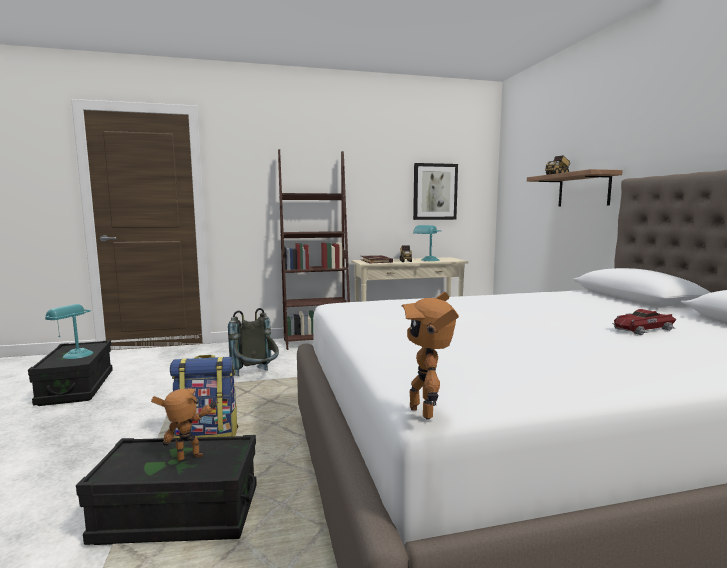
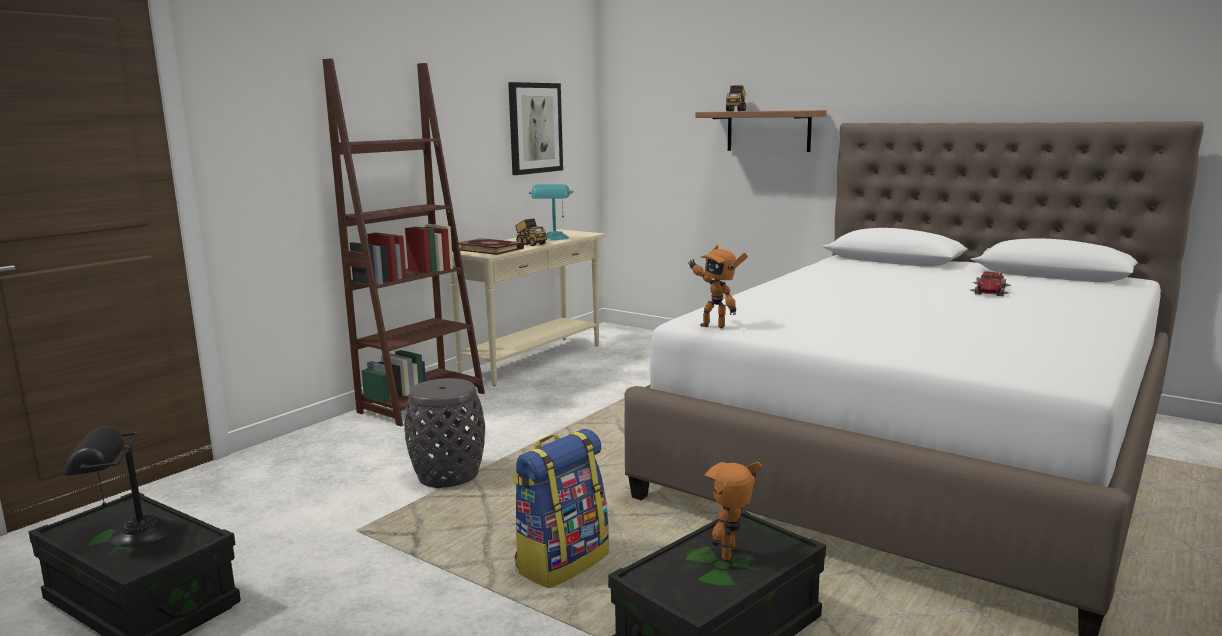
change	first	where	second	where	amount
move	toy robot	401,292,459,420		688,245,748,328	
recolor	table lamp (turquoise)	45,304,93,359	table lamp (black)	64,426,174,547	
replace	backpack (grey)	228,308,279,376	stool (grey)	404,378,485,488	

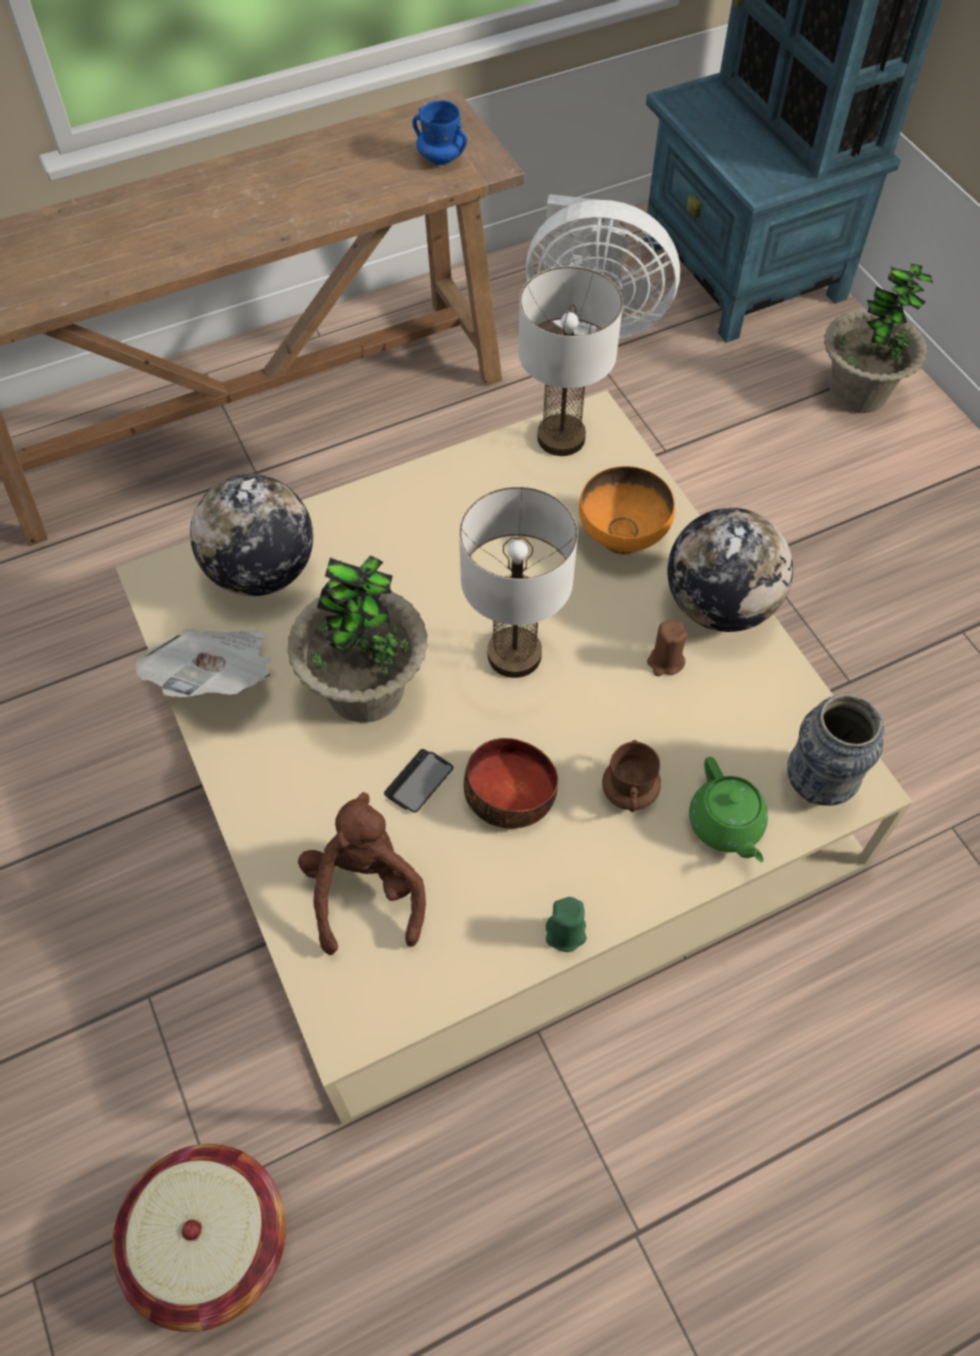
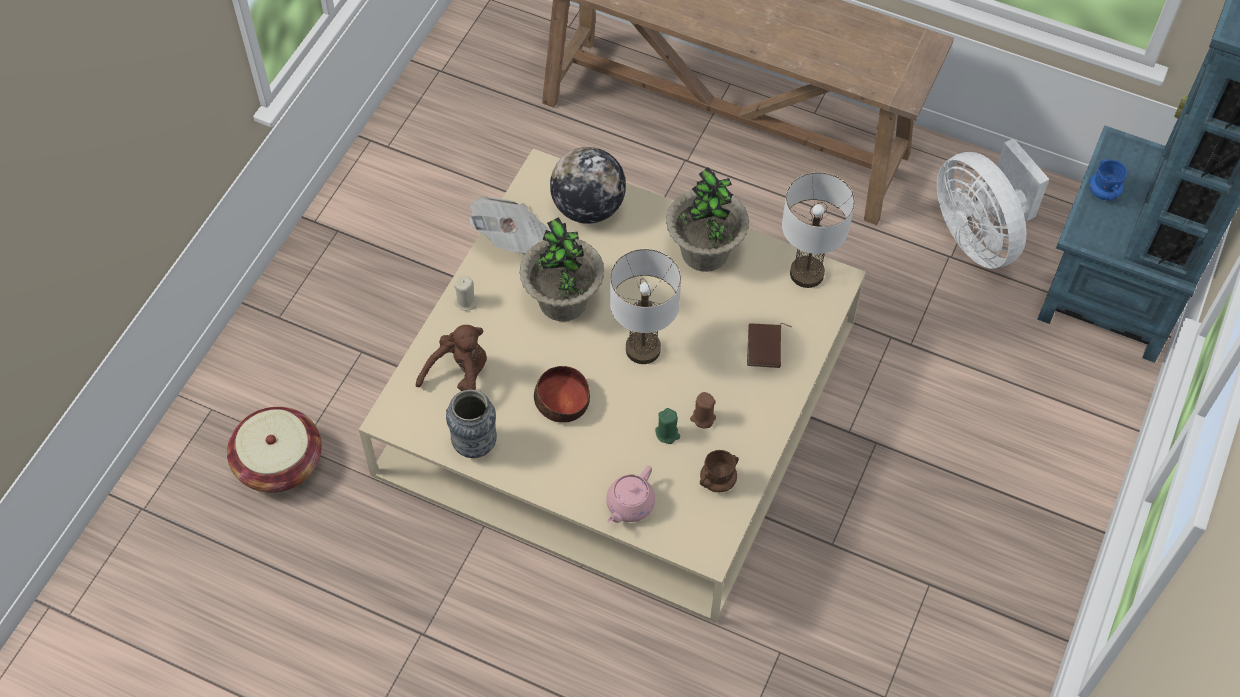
change	first	where	second	where	amount
move	mug (blue)	412,100,467,165		1089,159,1127,201	
move	potted plant	824,264,933,413		666,167,749,272	
replace	bowl (orange)	579,466,675,555	book (brown)	747,323,792,368	
delete	globe	667,508,793,632			
move	vase	787,694,884,806		446,390,497,458	
move	mug (brown)	602,740,661,812		700,450,739,492	
delete	phone	384,749,454,813			
recolor	teapot (green)	689,757,768,862	teapot (pink)	606,466,655,523	
move	candle (green)	546,897,587,952		655,408,680,444	
insert			candle (beige)	454,276,479,311	

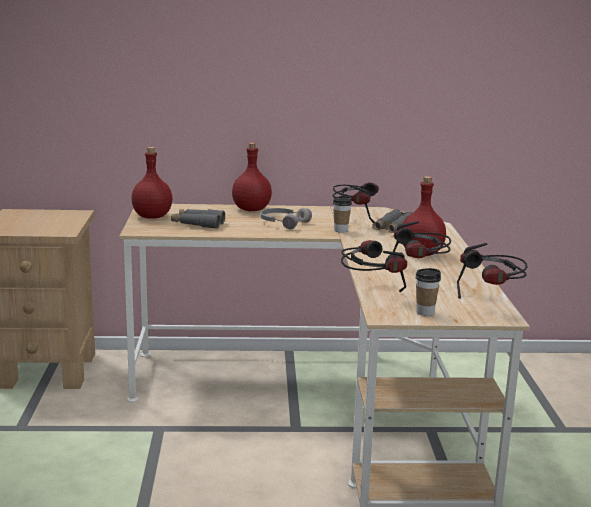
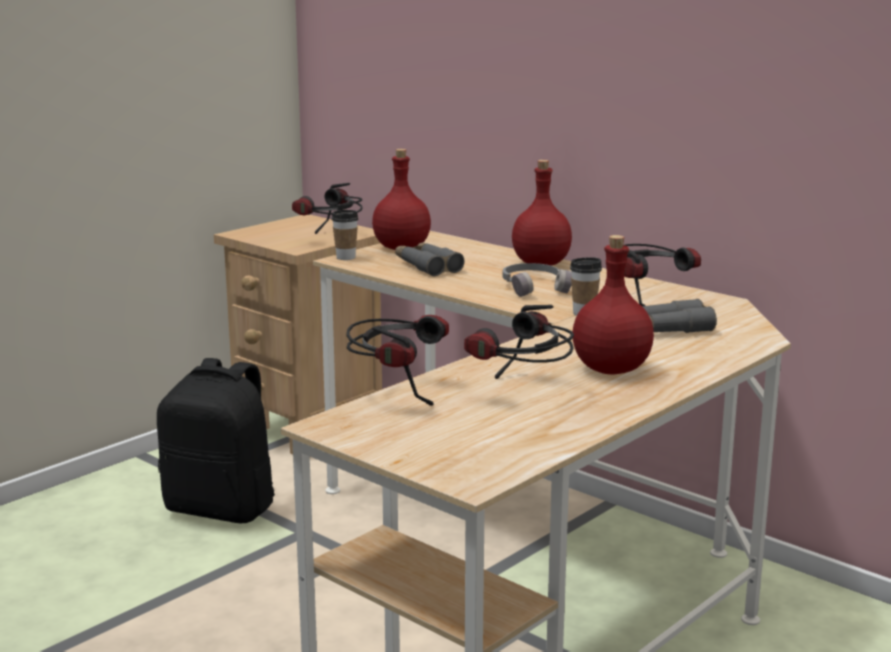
change	first	where	second	where	amount
move	headphones	457,243,528,299		292,183,363,234	
move	cup	415,268,441,316		331,210,358,260	
insert			backpack (black)	157,358,275,523	

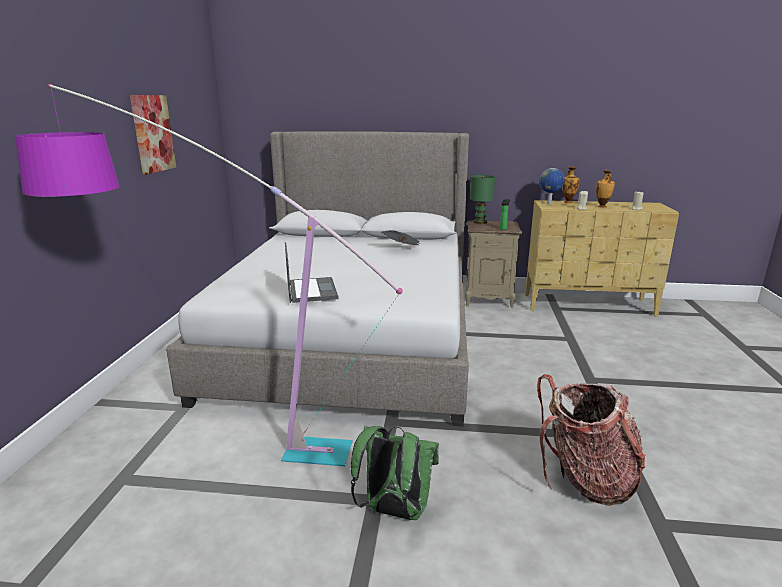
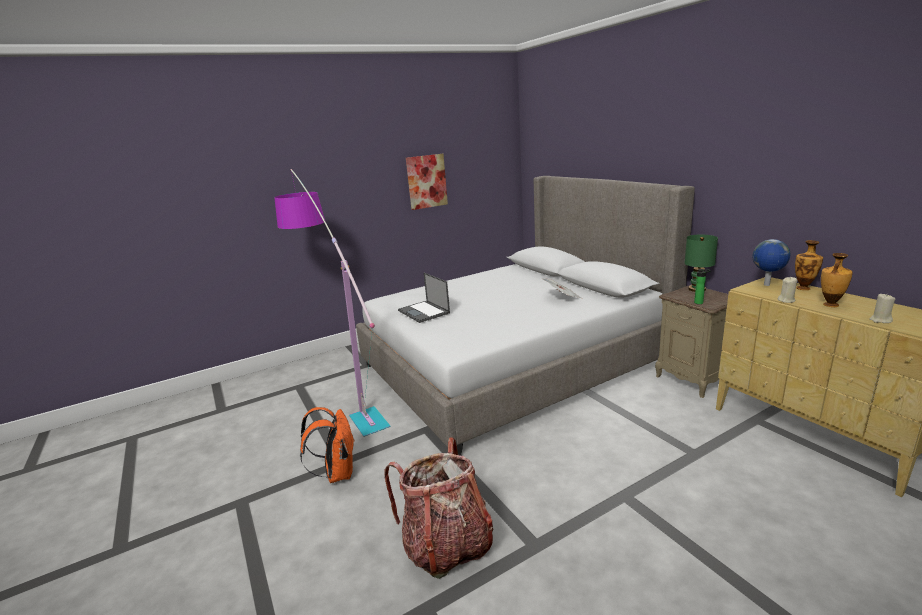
change	first	where	second	where	amount
rotate	laptop	285,242,339,303		398,273,450,323	105 degrees clockwise
recolor	backpack (green)	351,426,439,520	backpack (orange)	300,407,355,483	

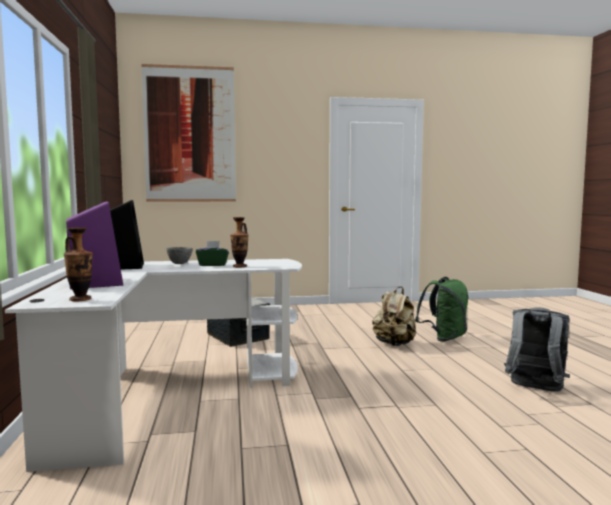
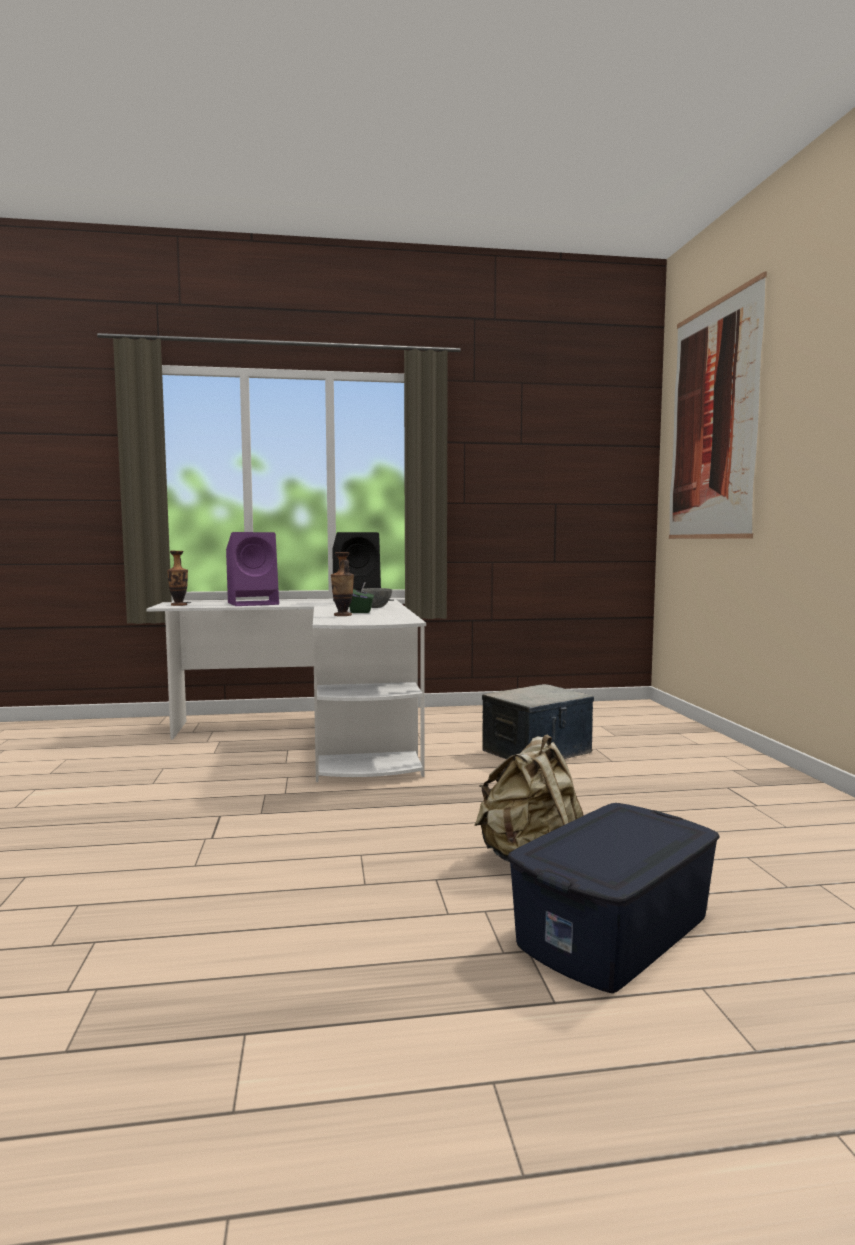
change	first	where	second	where	amount
replace	backpack (green)	415,277,469,342	storage box (blue)	508,803,720,993	
delete	backpack (grey)	504,307,570,392			

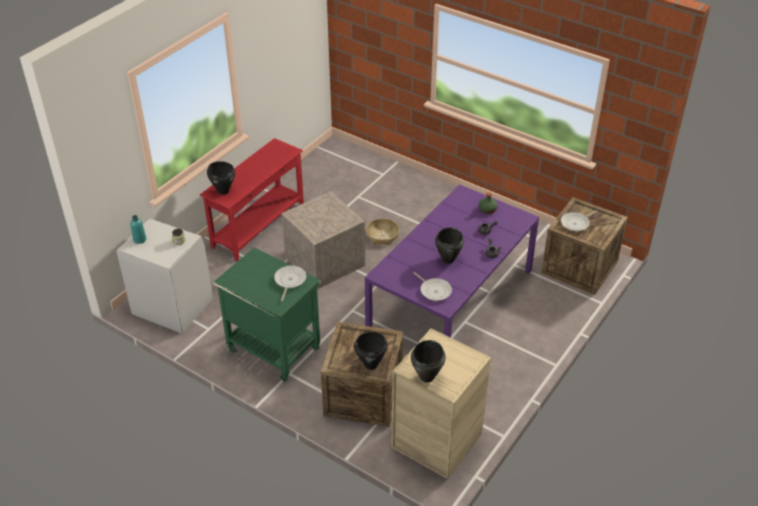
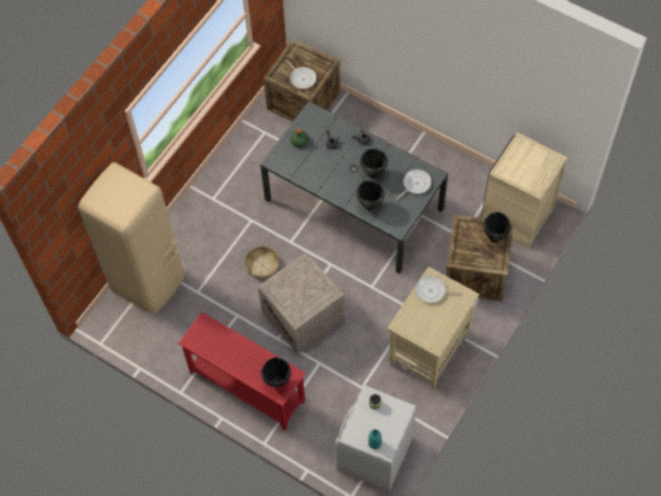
change	first	where	second	where	amount
recolor	dining table (purple)	365,184,539,338	dining table (grey)	260,101,448,274	
recolor	cart (green)	213,247,321,383	cart (beige)	387,266,479,389	
move	cooking pot (black)	411,340,445,383		356,181,385,210	
insert			fridge (beige)	78,162,184,314	

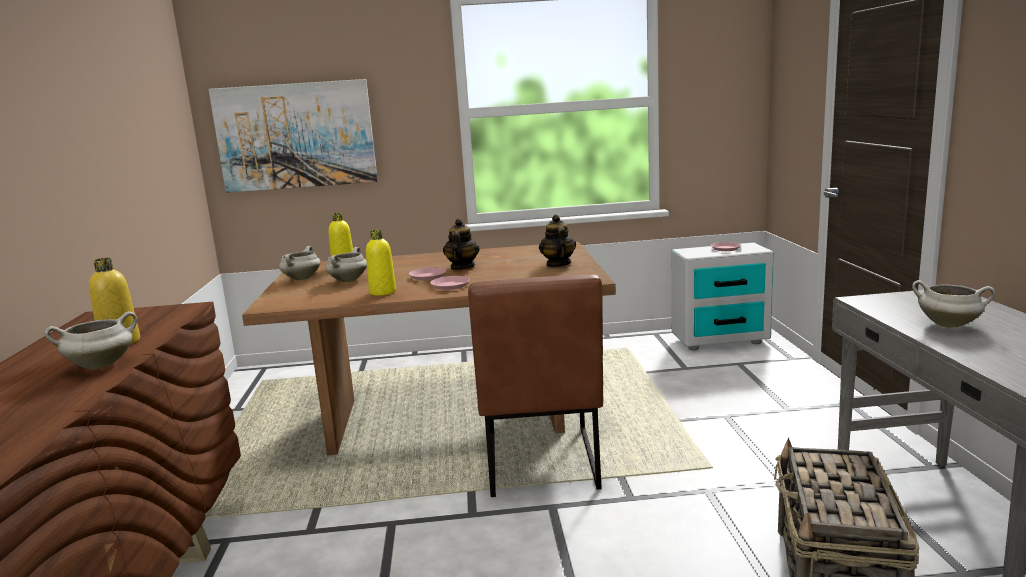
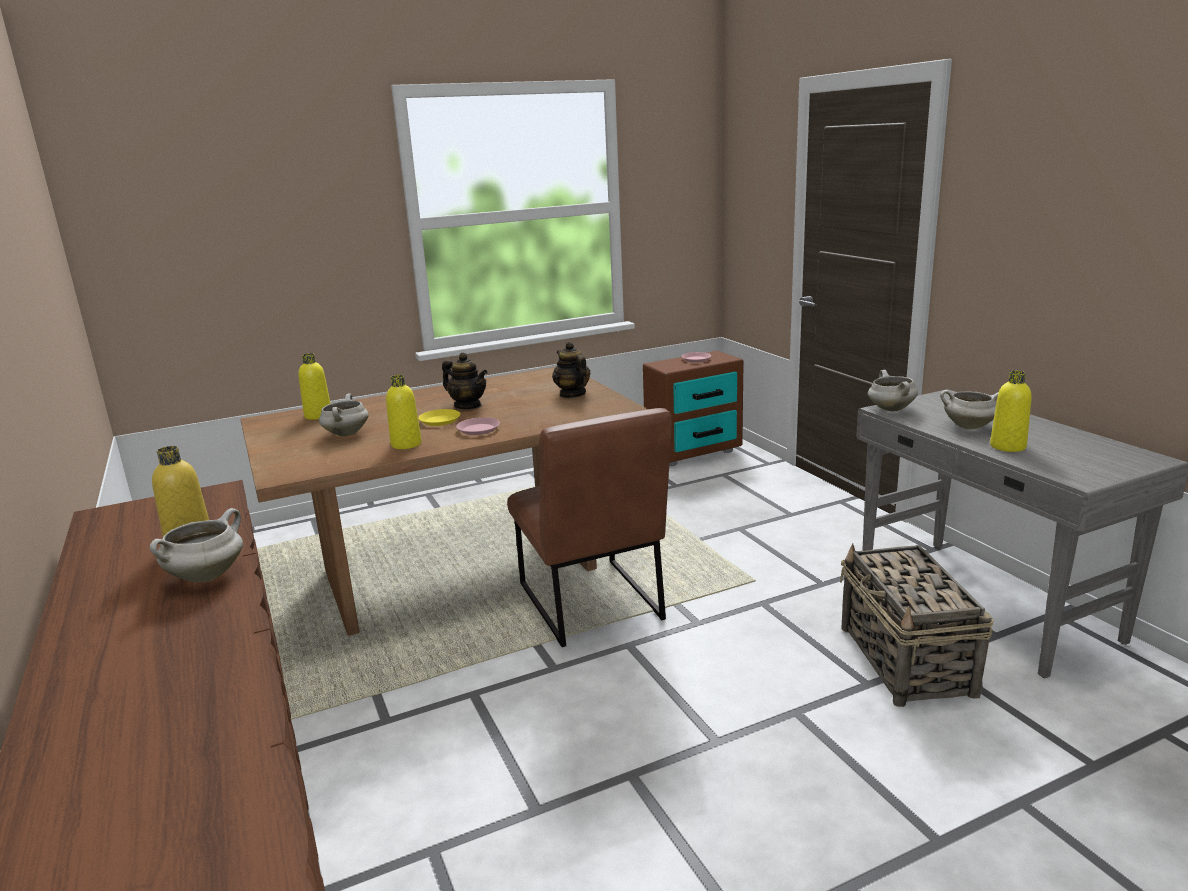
change	first	where	second	where	amount
delete	picture	208,79,378,193			
rotate	teapot	443,218,480,270		442,353,488,409	135 degrees clockwise
recolor	nightstand (white)	672,243,774,350	nightstand (brown)	643,351,744,466	
move	cooking pot (white)	279,246,321,280		868,370,918,412	
recolor	plate (pink)	409,267,446,281	plate (yellow)	418,409,461,426	
insert			bottle (yellow)	990,371,1032,452	

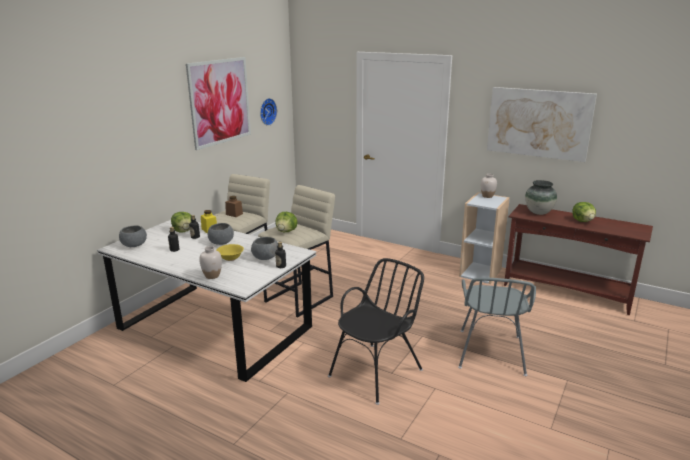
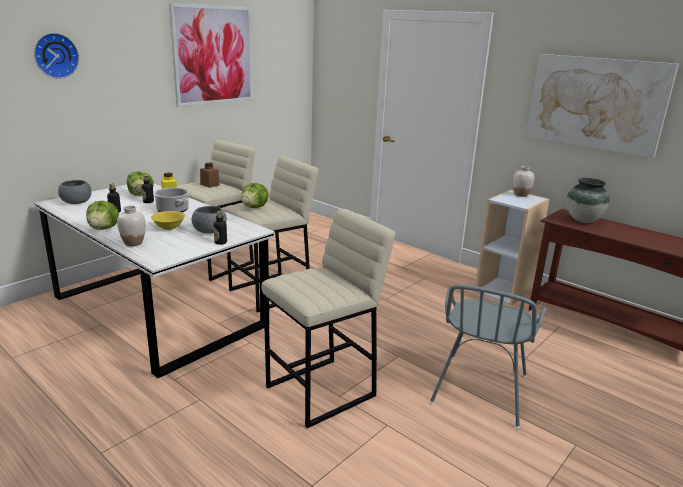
change	first	where	second	where	amount
move	wall clock	260,98,277,126		34,33,79,79	
move	lettuce	572,202,596,222		86,201,119,230	
replace	bowl (grey)	208,223,234,245	cooking pot	154,188,189,212	
replace	chair (black)	328,258,424,405	stool (beige)	262,208,395,428	

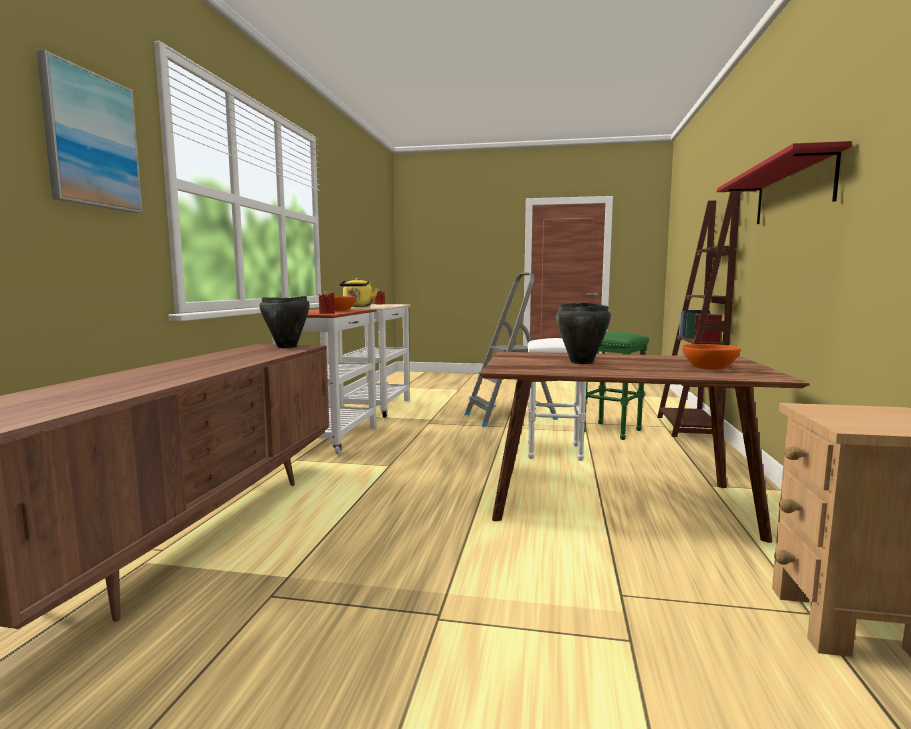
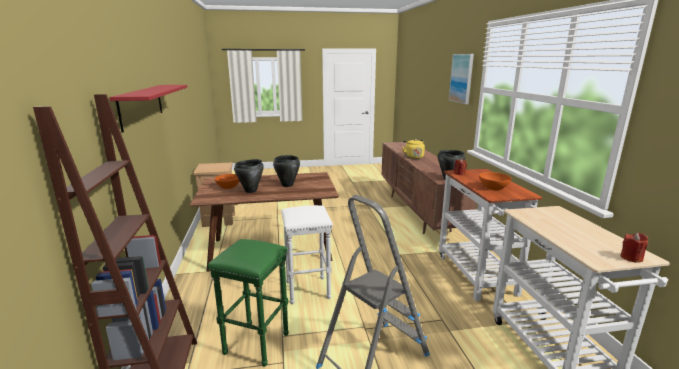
change	first	where	second	where	amount
move	kettle (yellow)	339,278,378,307		402,139,425,159	
insert			cooking pot (black)	234,159,264,193	

